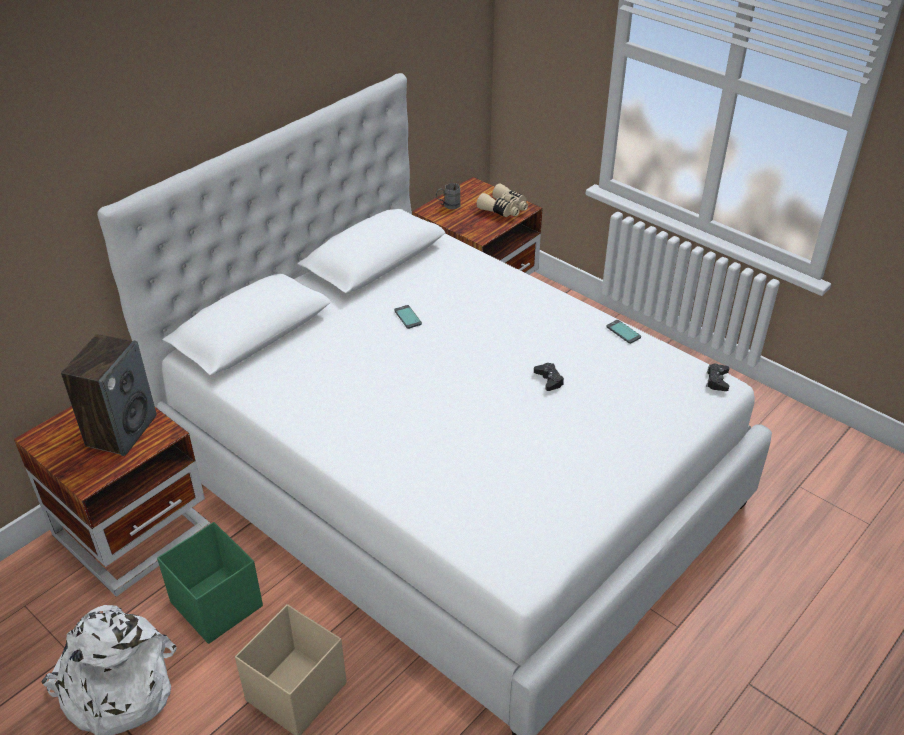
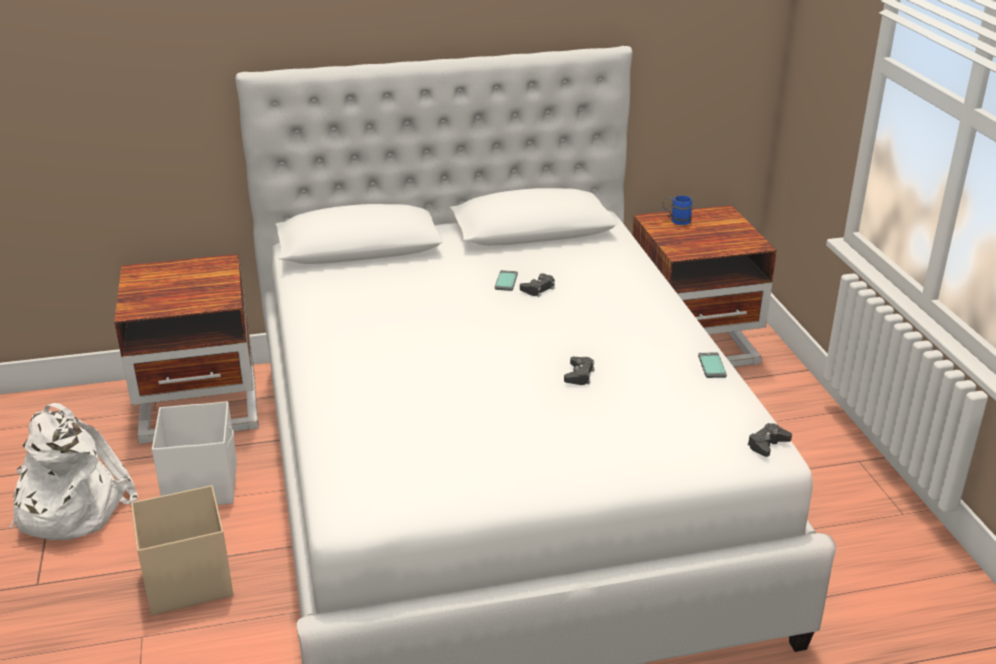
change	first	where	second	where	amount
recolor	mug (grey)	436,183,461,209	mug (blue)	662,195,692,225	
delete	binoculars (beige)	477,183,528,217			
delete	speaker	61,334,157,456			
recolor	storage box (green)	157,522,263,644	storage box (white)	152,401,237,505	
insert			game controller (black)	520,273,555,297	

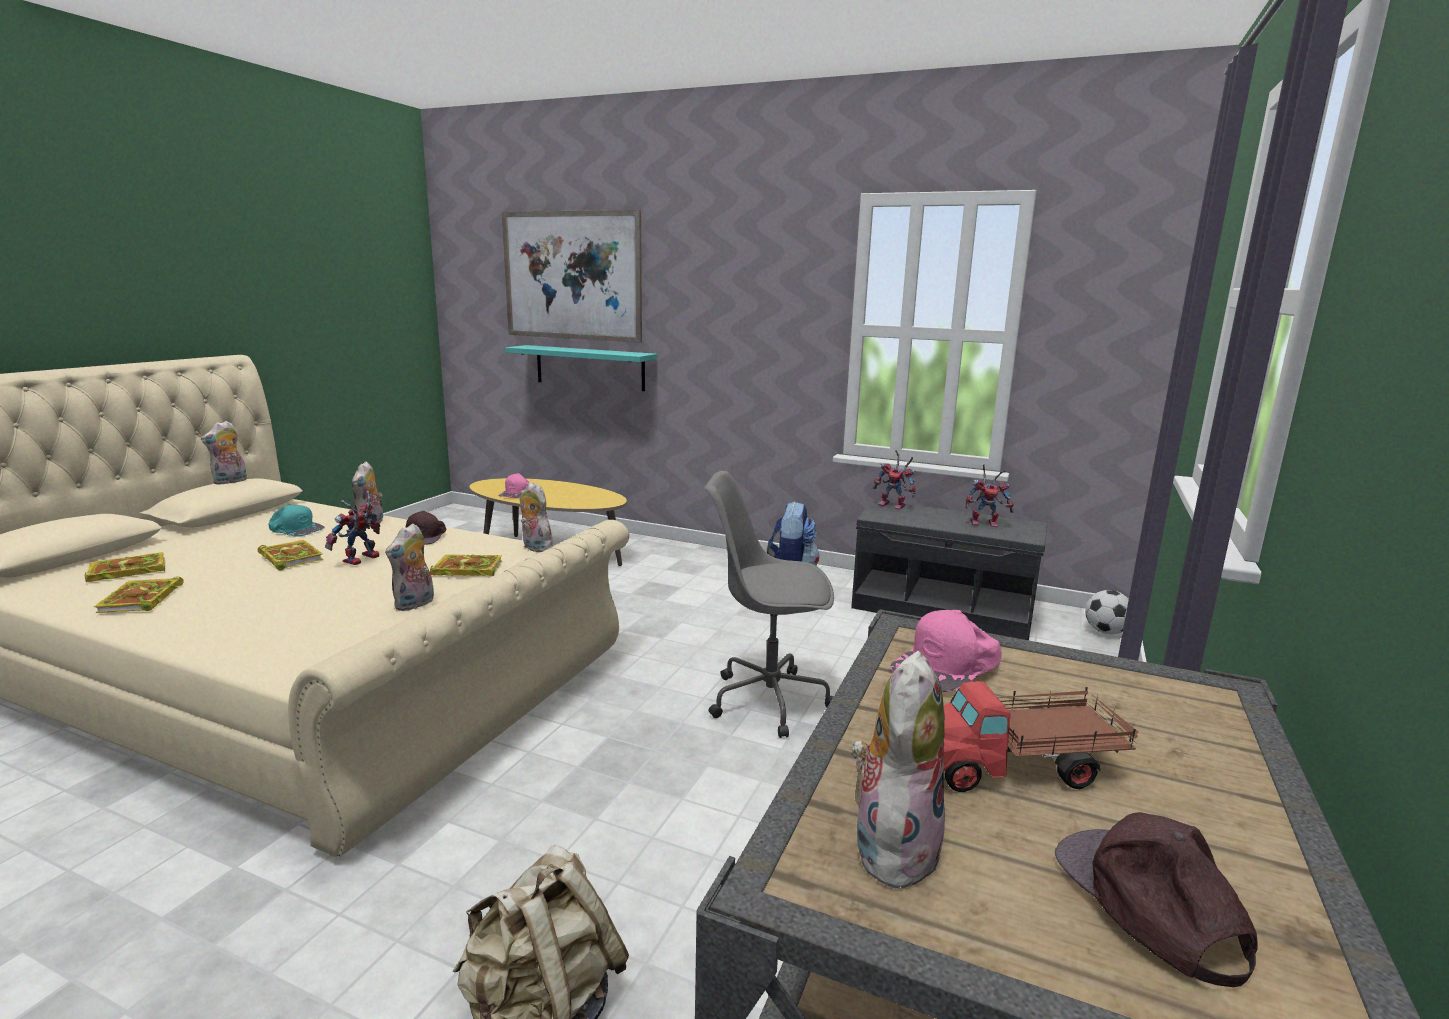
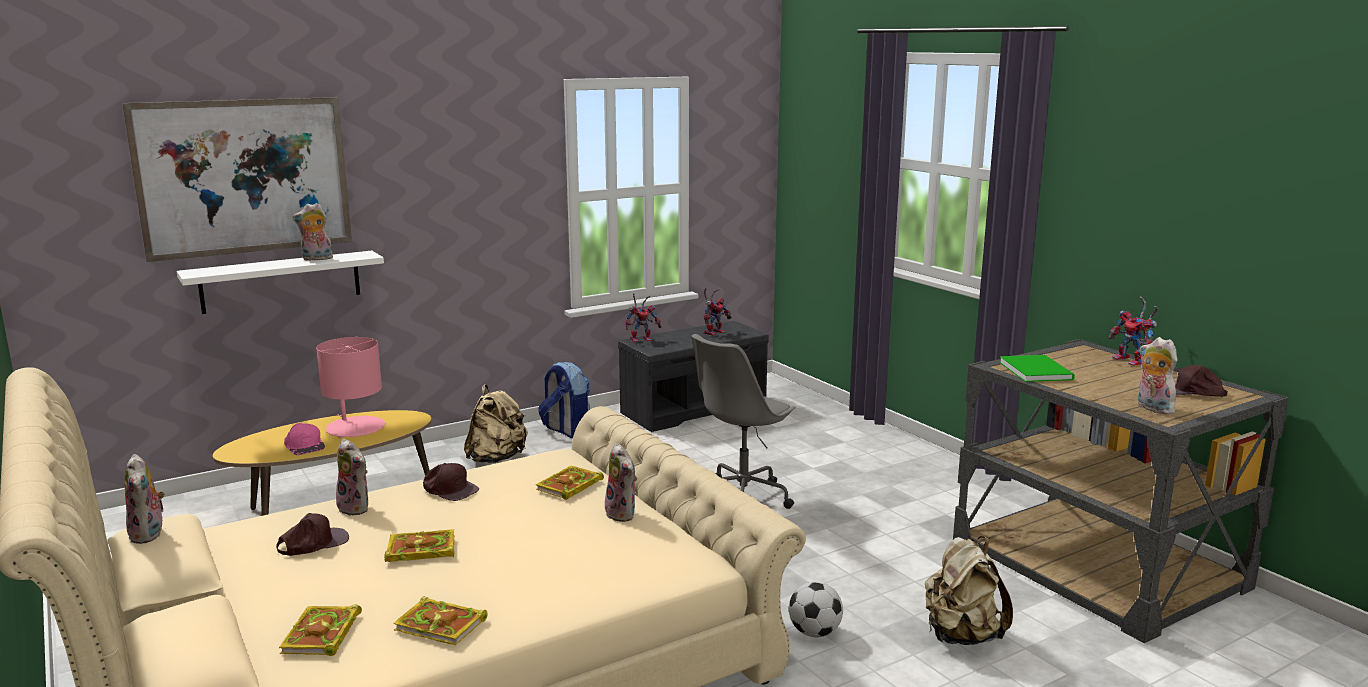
change	first	where	second	where	amount
recolor	shelf (turquoise)	505,345,657,391	shelf (white)	177,251,384,314	
move	plush toy	519,482,553,552		293,203,334,261	
move	toy robot	325,491,380,565		1108,296,1158,366	
recolor	cap (turquoise)	269,505,325,537	cap (brown)	276,513,349,556	
move	football	1085,590,1129,634		789,582,843,637	
replace	cap (pink)	890,610,1002,692	book (green)	999,355,1075,382	
delete	toy truck	944,681,1139,792			
insert			table lamp (pink)	316,337,385,438	
insert			backpack (beige)	464,384,528,463	

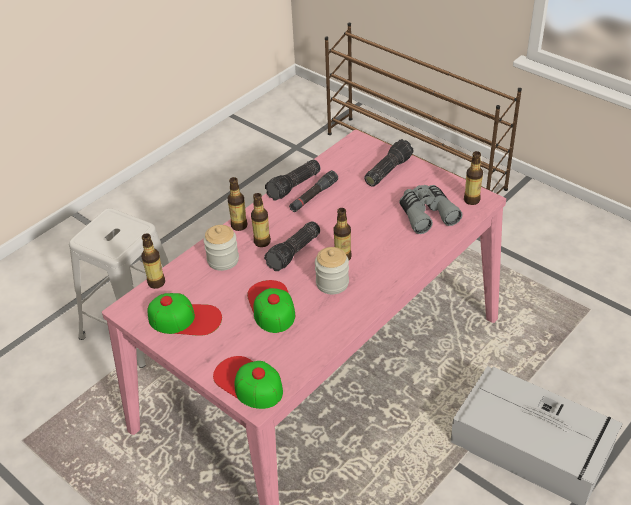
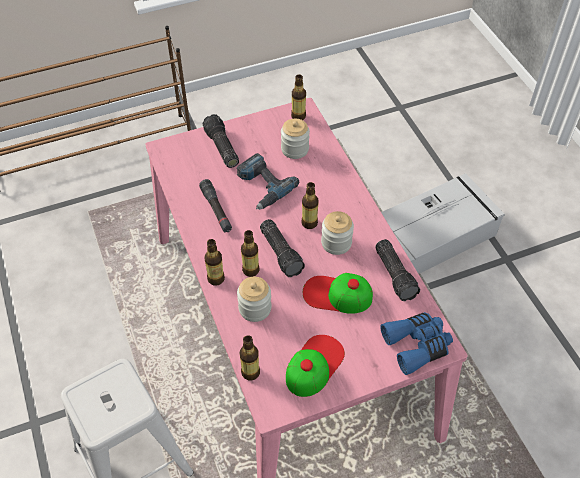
change	first	where	second	where	amount
move	flashlight	265,160,321,201		375,239,420,301	
replace	binoculars (grey)	399,185,462,234	jar	281,119,310,159	
replace	cap	213,356,283,409	binoculars (blue)	380,312,453,375	
insert			power drill	236,153,299,210	

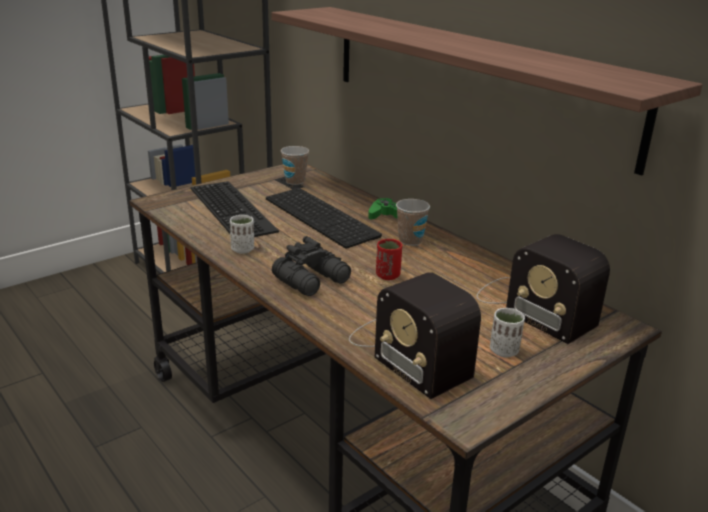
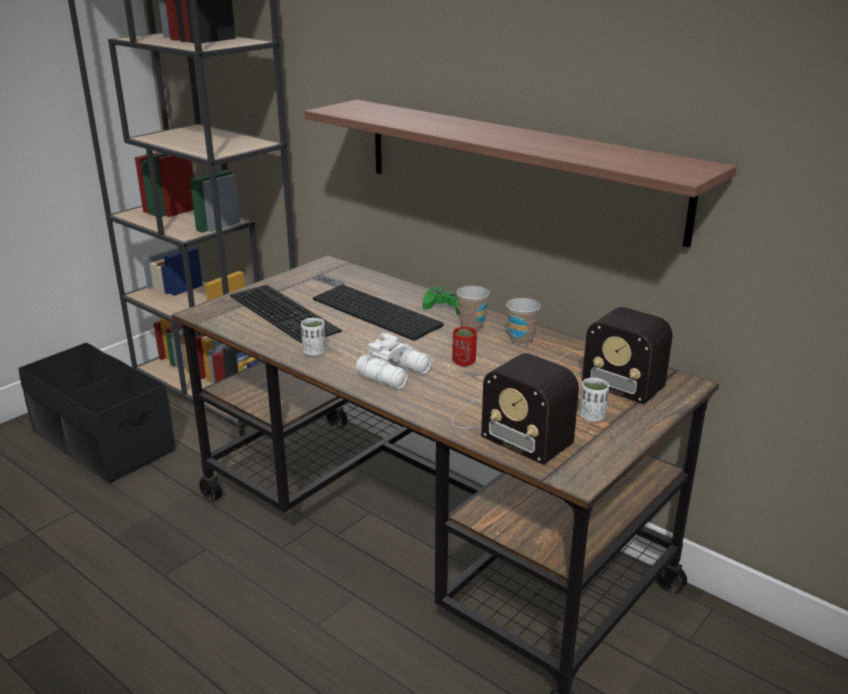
change	first	where	second	where	amount
move	cup	281,146,309,185		506,298,541,345	
recolor	binoculars (black)	272,236,351,296	binoculars (white)	356,332,432,389	
insert			storage box (black)	18,342,176,484	

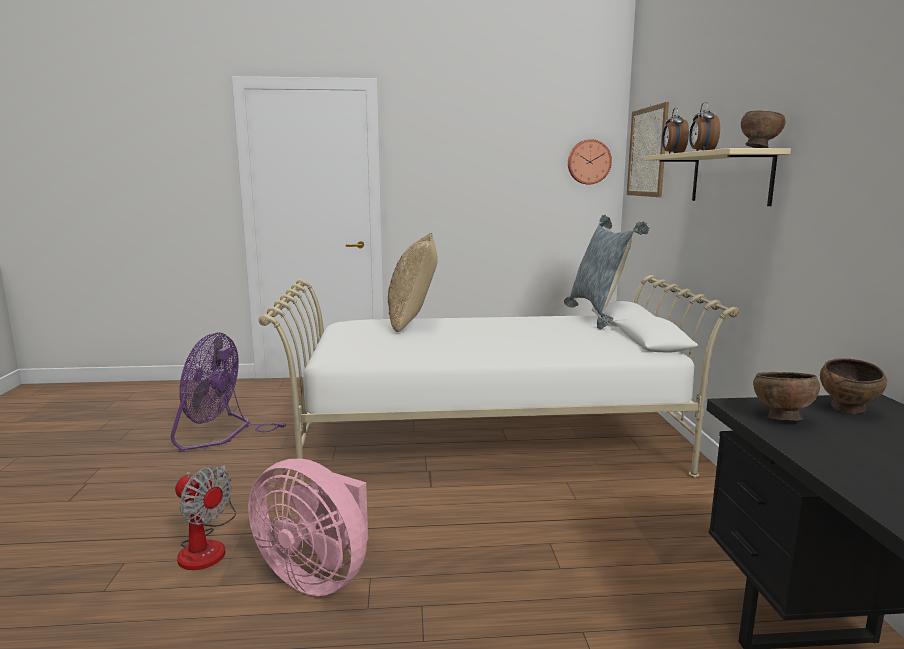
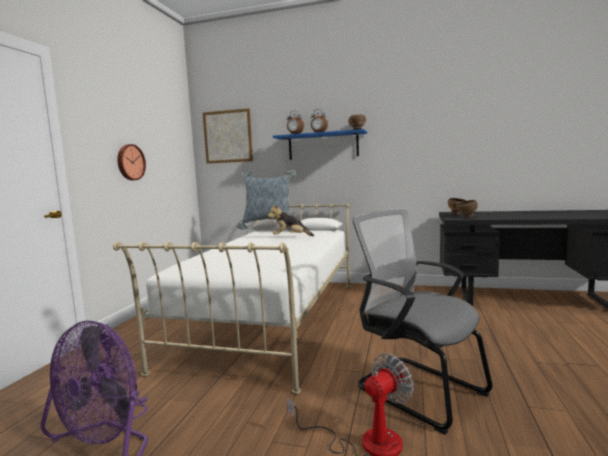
change	first	where	second	where	amount
move	wall clock	568,139,612,184		117,144,146,180	
recolor	shelf (beige)	644,148,791,206	shelf (blue)	273,129,367,160	
delete	pillow (beige)	388,233,438,333			
replace	fan (pink)	248,459,368,596	chair	353,209,493,435	
insert			plush toy	268,205,314,236	

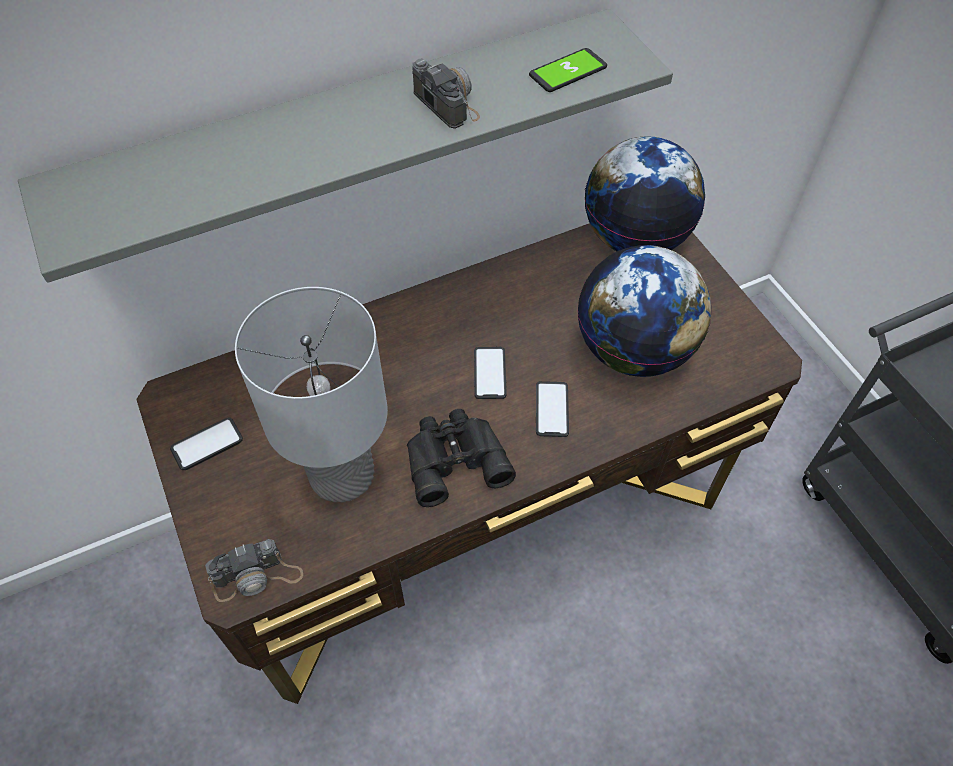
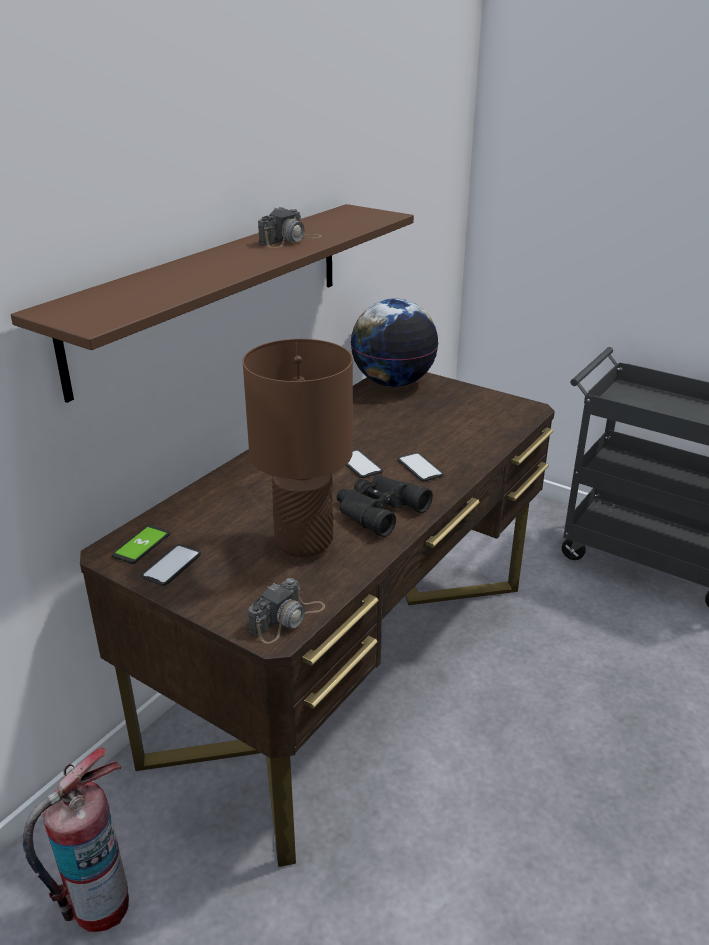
change	first	where	second	where	amount
recolor	shelf (grey)	18,9,673,283	shelf (brown)	11,204,414,403	
move	phone	529,48,607,92		112,525,170,564	
rotate	photo camera	412,59,480,129		258,207,322,248	105 degrees clockwise
delete	globe	577,245,711,377			
recolor	table lamp (grey)	235,287,388,503	table lamp (brown)	243,339,353,557	
insert			fire extinguisher	23,748,129,932	

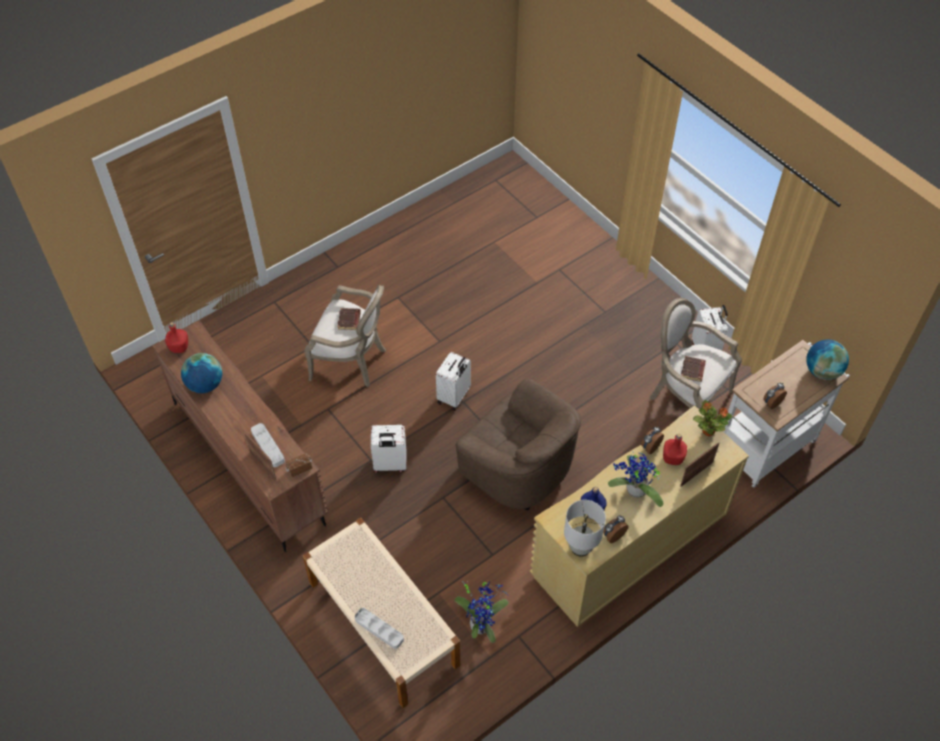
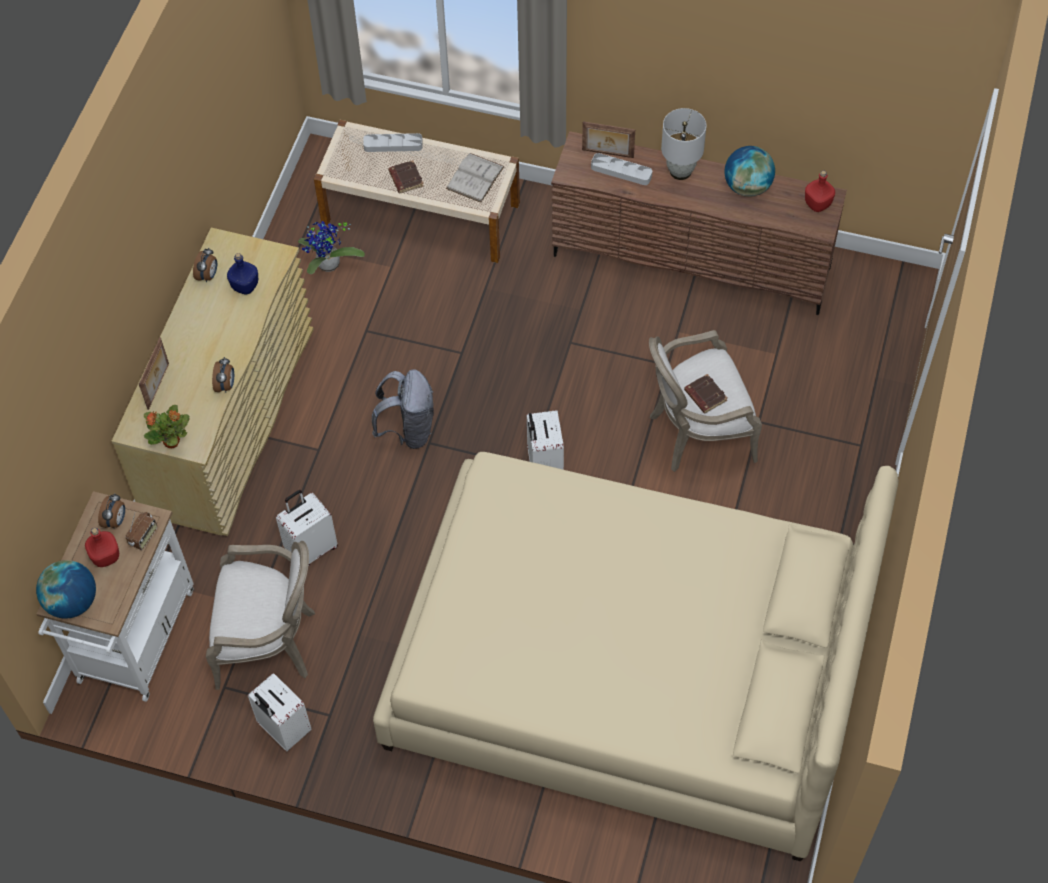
change	first	where	second	where	amount
move	book (brown)	681,356,706,382		388,160,424,194	
replace	armchair (brown)	456,379,581,510	backpack (grey)	372,369,434,449	
move	suitcase (white)	371,425,406,473		276,490,338,567	
move	bottle (red)	663,434,687,465		85,528,119,567	
delete	potted plant	608,451,664,507			
move	radio	286,453,312,477		125,512,157,550	
move	table lamp (white)	564,500,606,556		661,108,706,180	
insert			book (white)	446,153,505,203	
insert			bed (beige)	373,452,899,861	

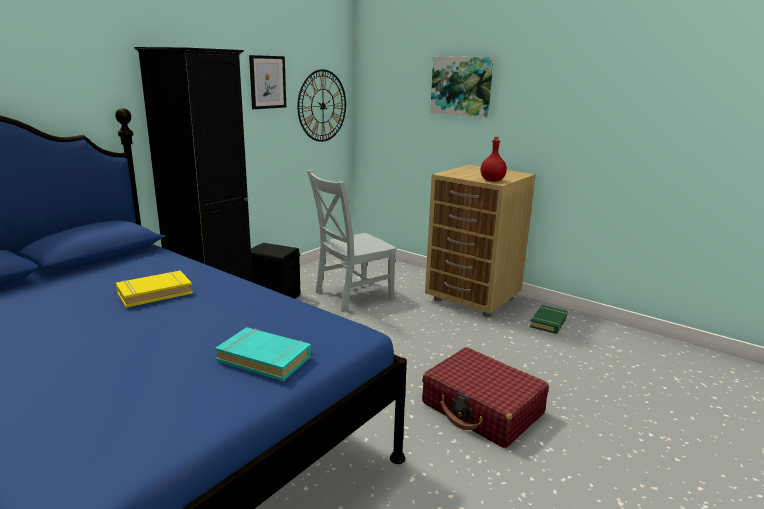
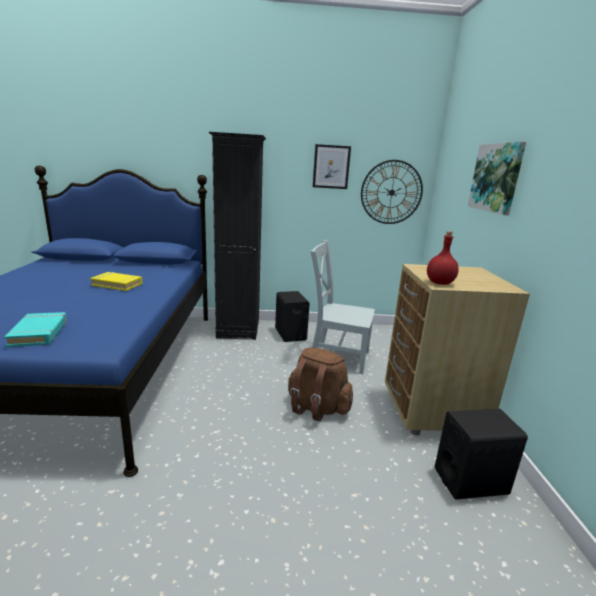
change	first	where	second	where	amount
replace	book (green)	530,305,568,334	speaker (black)	435,409,528,500	
delete	suitcase (red)	422,347,549,448			
insert			backpack (brown)	288,348,353,422	

